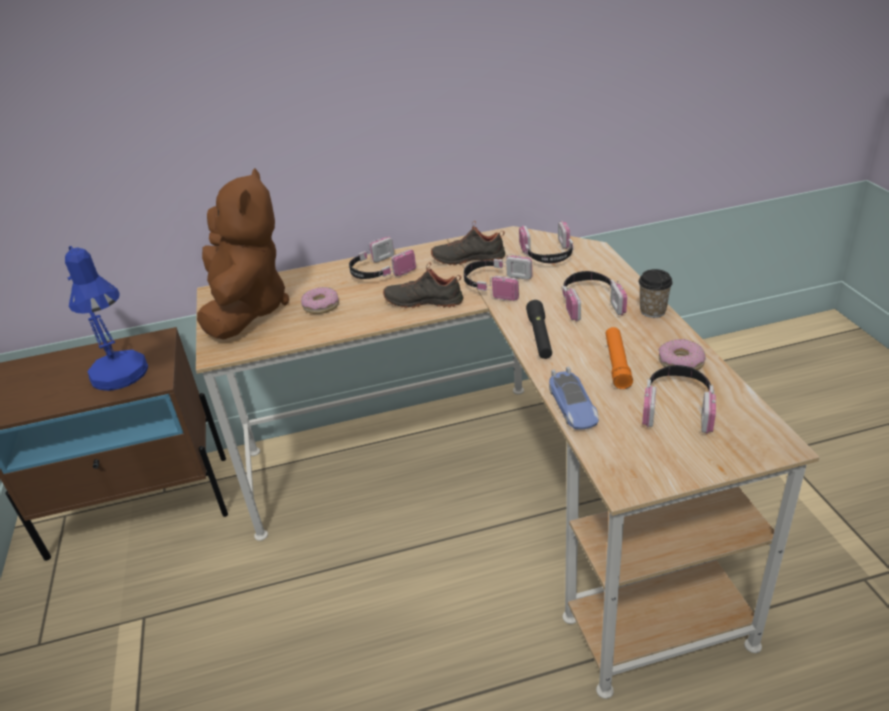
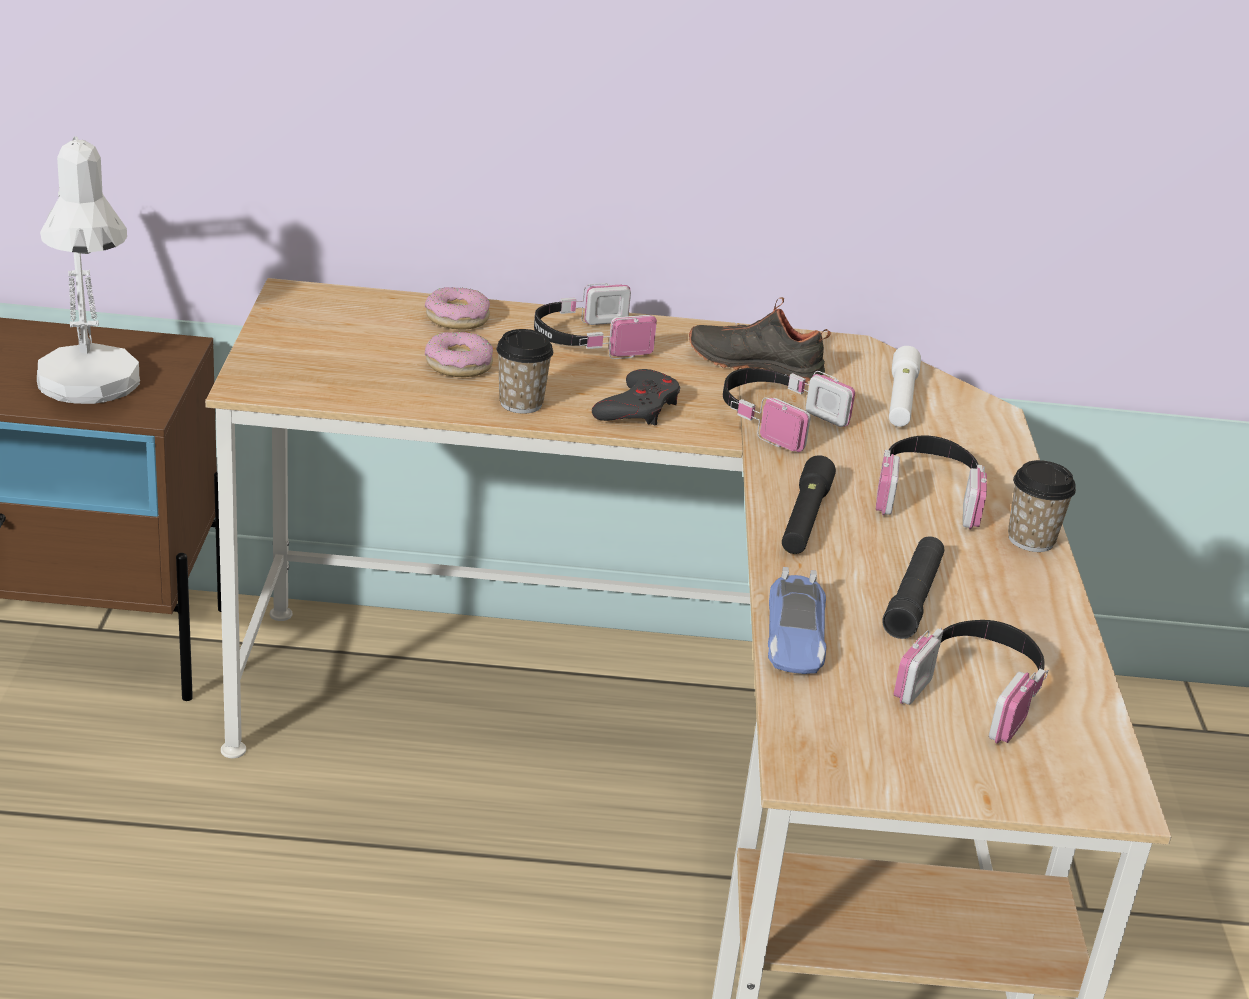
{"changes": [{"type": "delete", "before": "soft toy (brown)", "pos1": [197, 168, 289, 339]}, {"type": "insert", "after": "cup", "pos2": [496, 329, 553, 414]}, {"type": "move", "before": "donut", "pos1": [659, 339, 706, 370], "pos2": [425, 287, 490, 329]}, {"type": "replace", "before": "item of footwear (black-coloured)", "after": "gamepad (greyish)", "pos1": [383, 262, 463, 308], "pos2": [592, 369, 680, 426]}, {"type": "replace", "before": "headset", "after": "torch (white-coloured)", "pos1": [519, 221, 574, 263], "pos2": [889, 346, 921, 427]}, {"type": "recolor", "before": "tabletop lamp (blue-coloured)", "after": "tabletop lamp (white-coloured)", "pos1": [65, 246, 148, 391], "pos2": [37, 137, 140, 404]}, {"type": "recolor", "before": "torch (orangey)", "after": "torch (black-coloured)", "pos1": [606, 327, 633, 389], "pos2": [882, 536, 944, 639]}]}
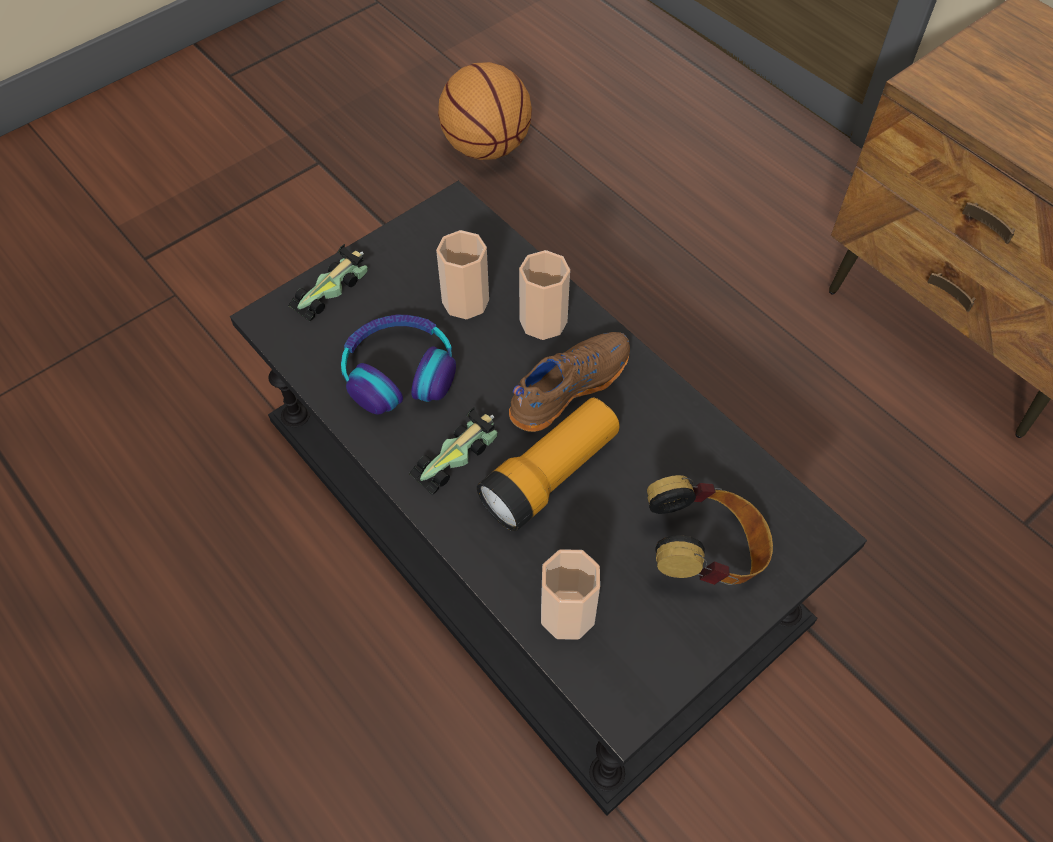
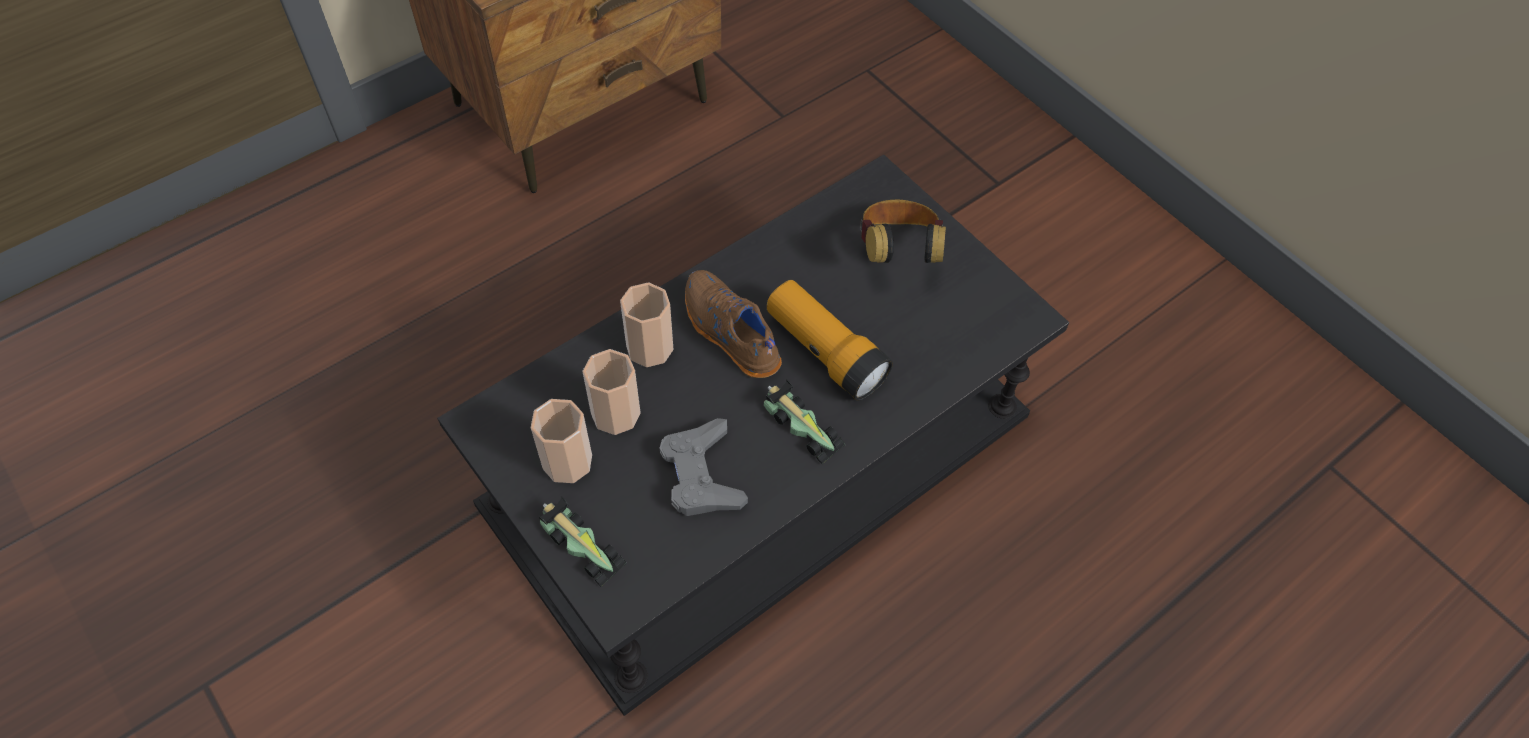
{"changes": [{"type": "delete", "before": "basketball", "pos1": [438, 62, 532, 160]}, {"type": "move", "before": "cup", "pos1": [541, 549, 600, 640], "pos2": [531, 399, 592, 483]}, {"type": "replace", "before": "headset", "after": "gamepad (greyish)", "pos1": [341, 315, 456, 414], "pos2": [660, 418, 748, 516]}]}
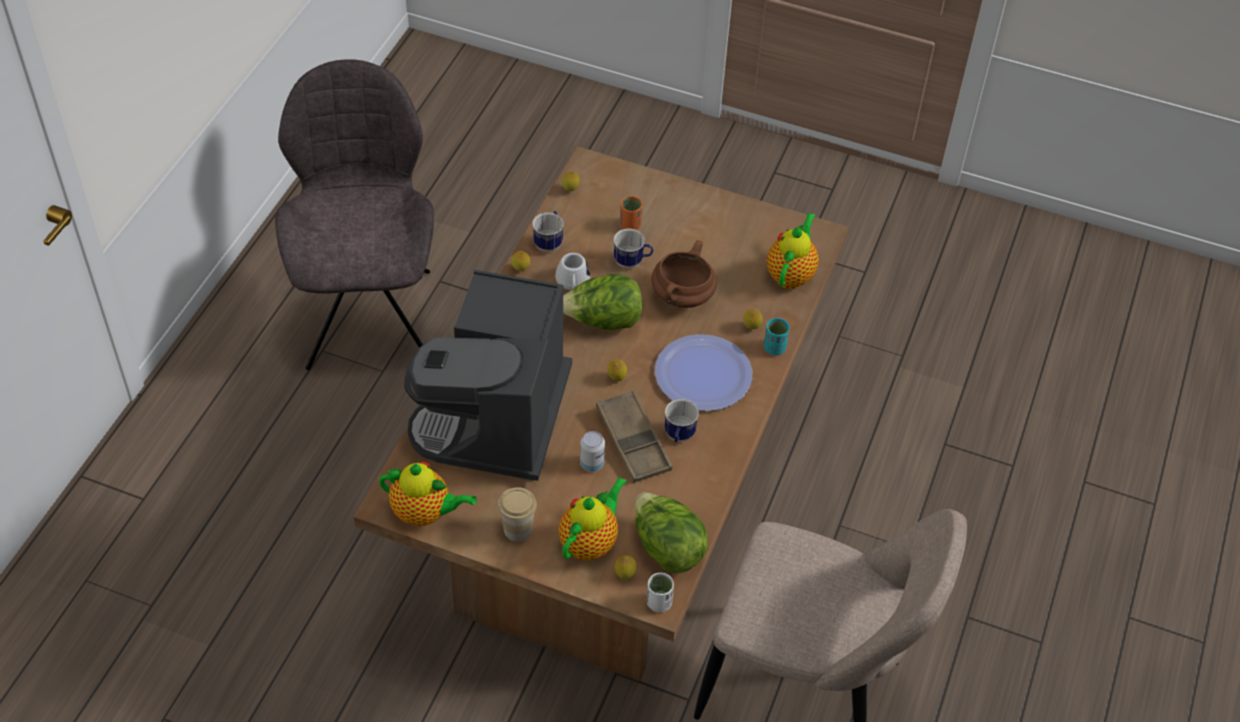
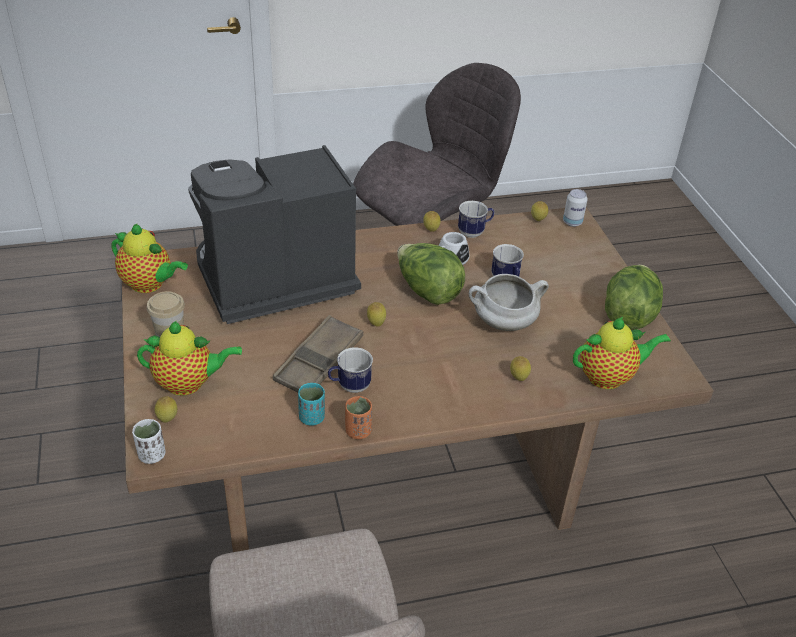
{"changes": [{"type": "delete", "before": "dinner plate", "pos1": [655, 334, 752, 411]}, {"type": "move", "before": "metal can", "pos1": [580, 431, 605, 472], "pos2": [563, 189, 588, 227]}, {"type": "move", "before": "cup (orangey)", "pos1": [620, 196, 642, 230], "pos2": [345, 396, 372, 439]}, {"type": "move", "before": "lettuce head", "pos1": [635, 492, 708, 574], "pos2": [605, 264, 663, 330]}, {"type": "move", "before": "cup (blue-green)", "pos1": [764, 318, 790, 355], "pos2": [298, 383, 325, 425]}, {"type": "recolor", "before": "stockpot (brown)", "after": "stockpot (white-coloured)", "pos1": [652, 240, 717, 308], "pos2": [469, 274, 549, 331]}, {"type": "rotate", "before": "teapot", "pos1": [379, 462, 477, 526], "pos2": [111, 224, 188, 293], "turn": -45}]}
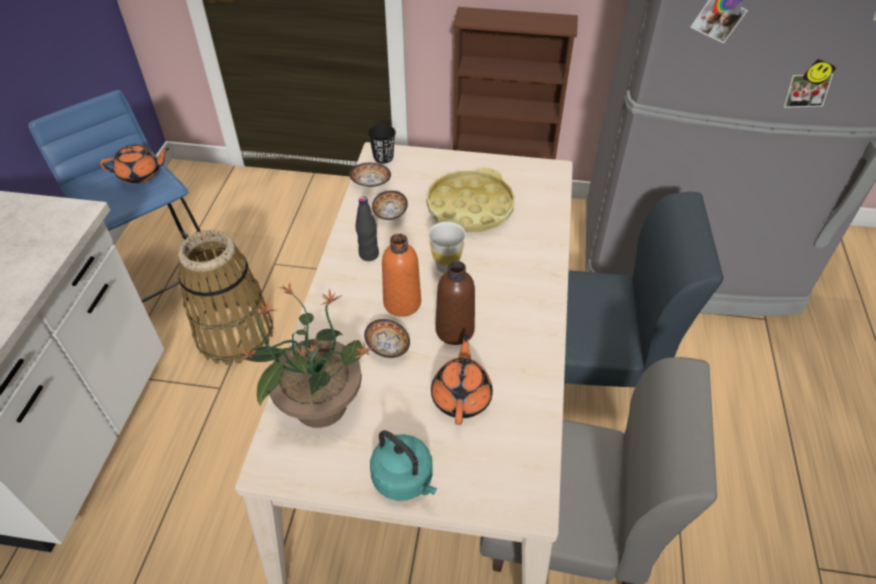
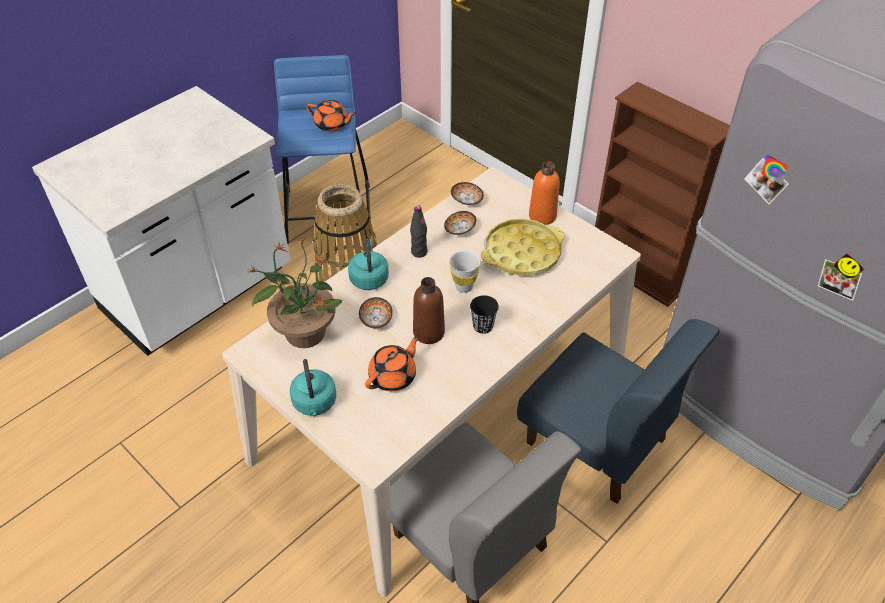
{"changes": [{"type": "insert", "after": "tea kettle (blue-green)", "pos2": [348, 238, 389, 290]}, {"type": "move", "before": "cup (black-coloured)", "pos1": [368, 125, 396, 164], "pos2": [470, 295, 499, 334]}, {"type": "move", "before": "bottle (orangey)", "pos1": [382, 234, 421, 317], "pos2": [529, 161, 560, 225]}]}
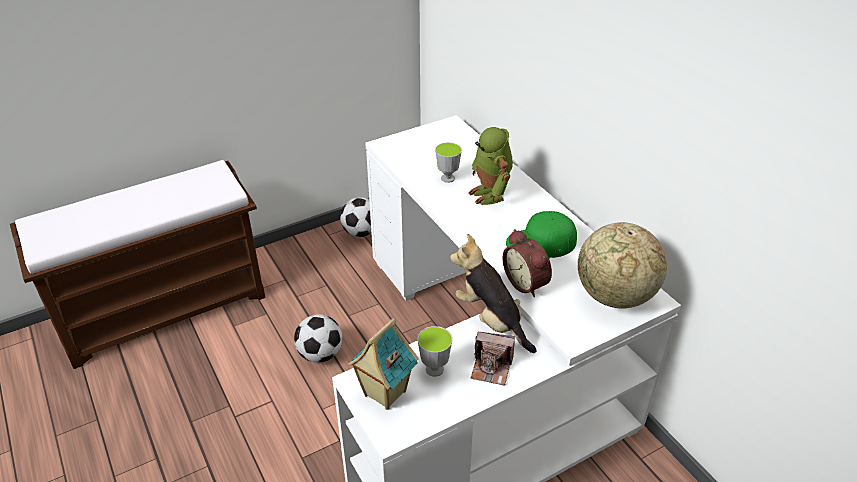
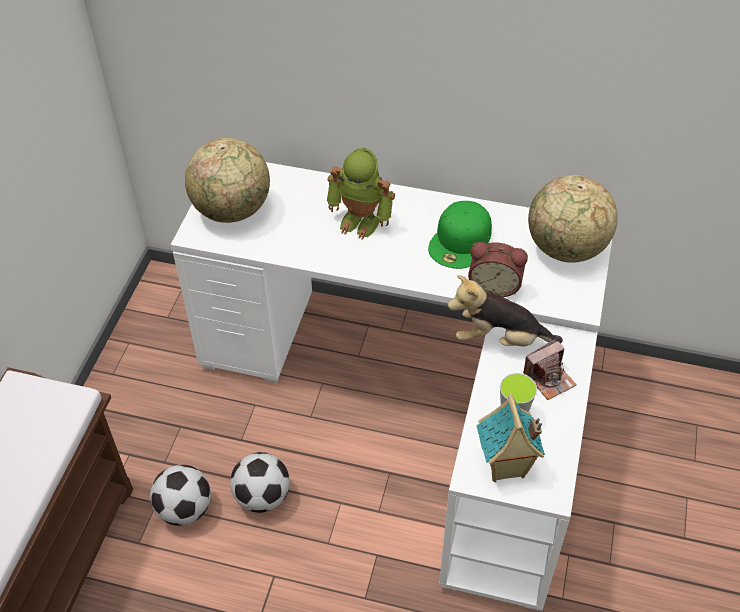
{"changes": [{"type": "delete", "before": "cup", "pos1": [435, 142, 462, 183]}, {"type": "insert", "after": "globe", "pos2": [185, 138, 270, 223]}, {"type": "move", "before": "ball for football", "pos1": [340, 197, 371, 237], "pos2": [150, 465, 211, 526]}]}
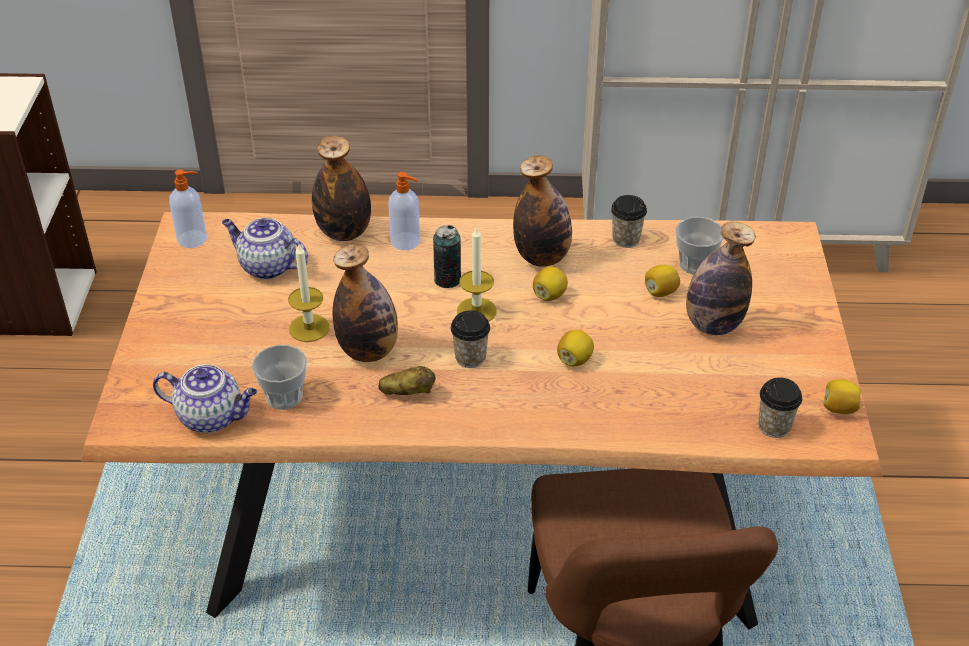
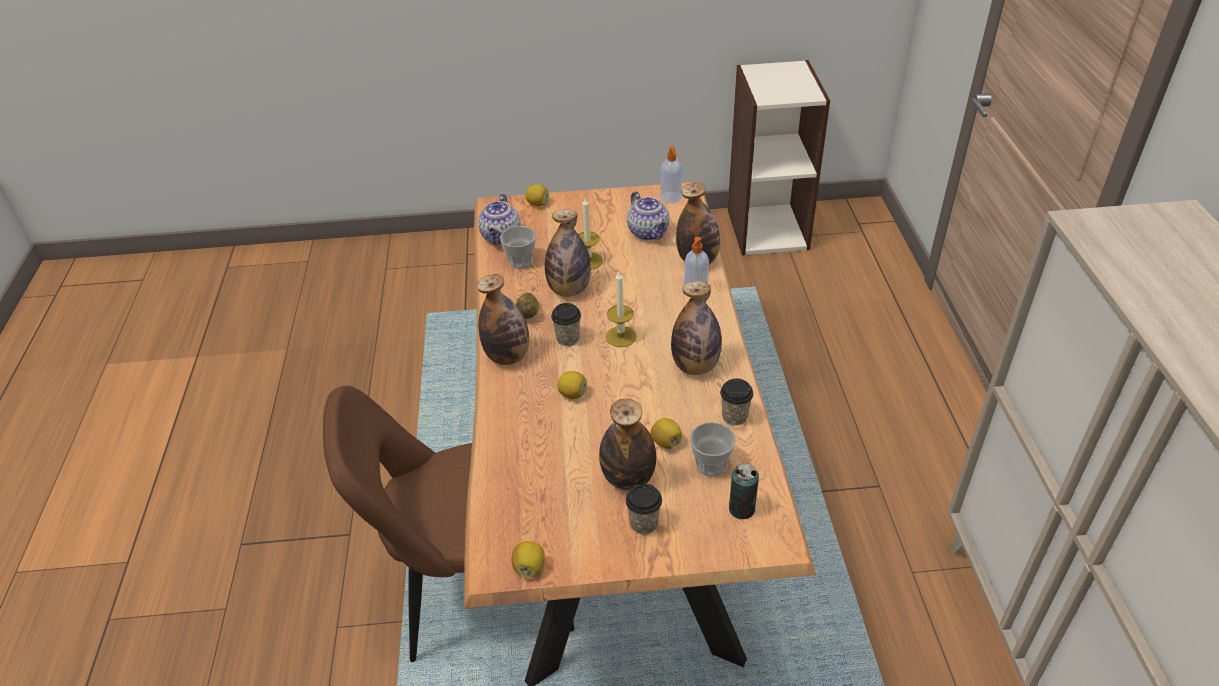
{"changes": [{"type": "insert", "after": "bottle", "pos2": [477, 274, 529, 365]}, {"type": "move", "before": "metal can", "pos1": [433, 225, 461, 288], "pos2": [729, 463, 759, 519]}, {"type": "move", "before": "whole lemon", "pos1": [533, 266, 568, 301], "pos2": [525, 184, 549, 206]}, {"type": "move", "before": "cup", "pos1": [758, 377, 802, 438], "pos2": [626, 483, 662, 534]}, {"type": "rotate", "before": "teapot", "pos1": [222, 218, 308, 280], "pos2": [627, 191, 670, 240], "turn": 135}]}
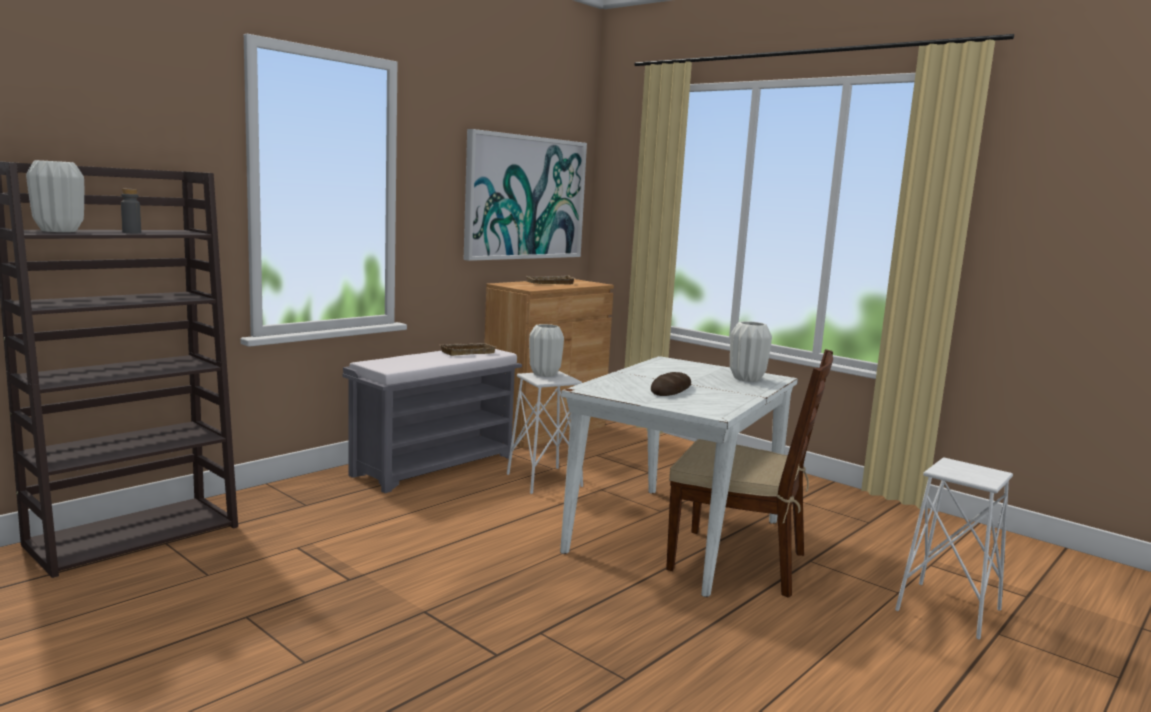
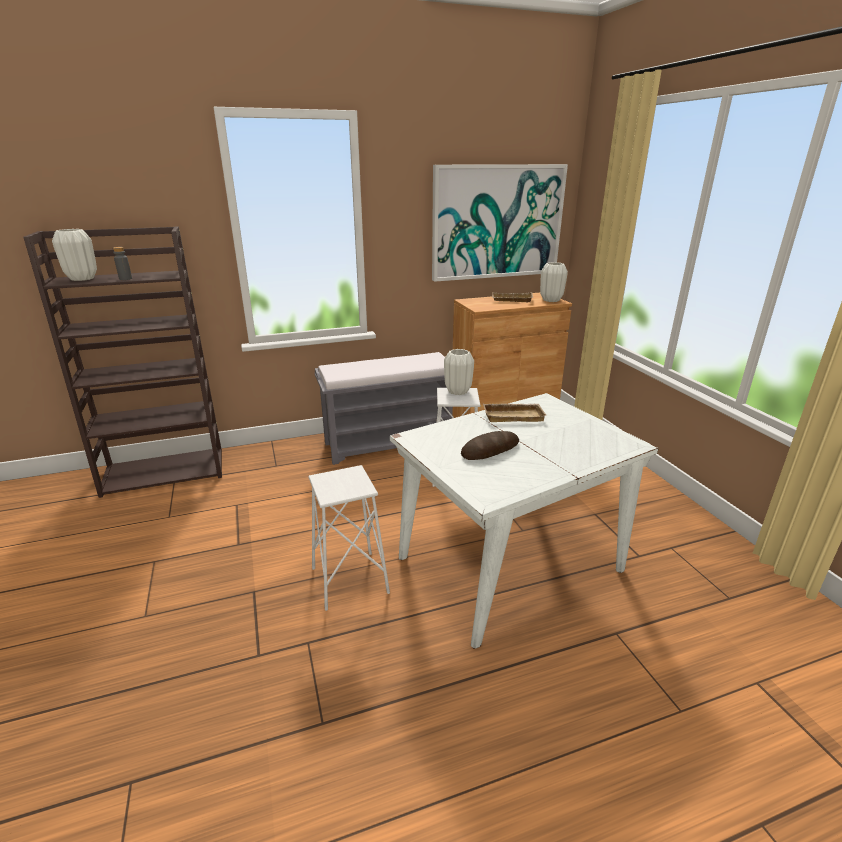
{"changes": [{"type": "delete", "before": "plain chair (brown)", "pos1": [666, 349, 833, 598]}, {"type": "move", "before": "carrying tray (sand-coloured)", "pos1": [438, 343, 496, 356], "pos2": [483, 403, 547, 422]}, {"type": "move", "before": "decorative vase (white-coloured)", "pos1": [730, 321, 772, 382], "pos2": [540, 262, 568, 302]}, {"type": "move", "before": "stool seat (white-coloured)", "pos1": [895, 457, 1013, 639], "pos2": [308, 465, 390, 611]}]}
